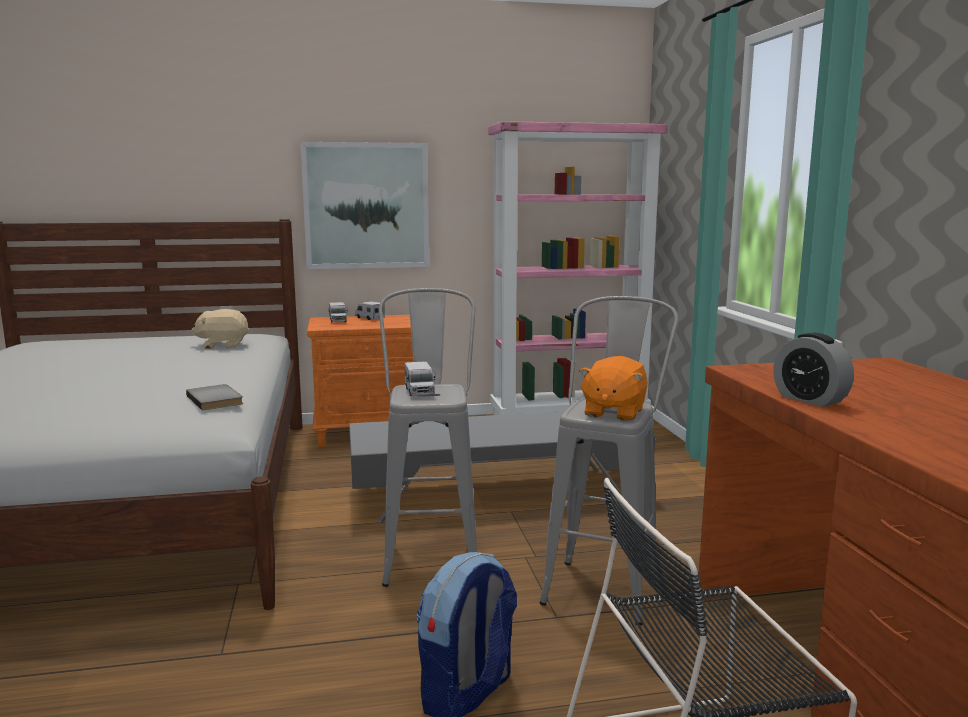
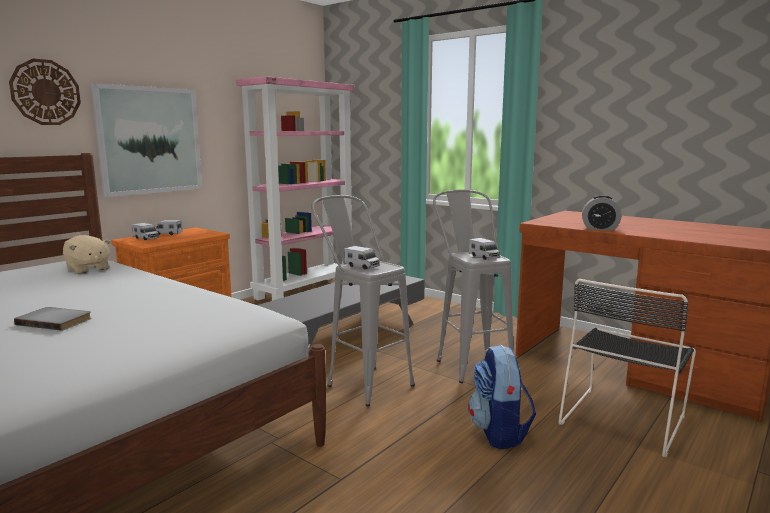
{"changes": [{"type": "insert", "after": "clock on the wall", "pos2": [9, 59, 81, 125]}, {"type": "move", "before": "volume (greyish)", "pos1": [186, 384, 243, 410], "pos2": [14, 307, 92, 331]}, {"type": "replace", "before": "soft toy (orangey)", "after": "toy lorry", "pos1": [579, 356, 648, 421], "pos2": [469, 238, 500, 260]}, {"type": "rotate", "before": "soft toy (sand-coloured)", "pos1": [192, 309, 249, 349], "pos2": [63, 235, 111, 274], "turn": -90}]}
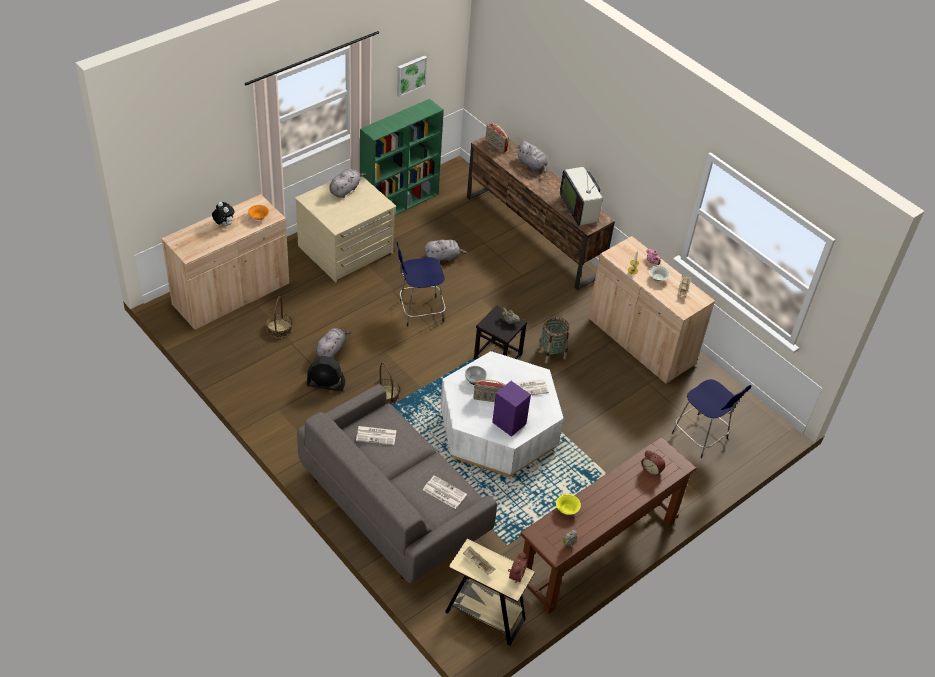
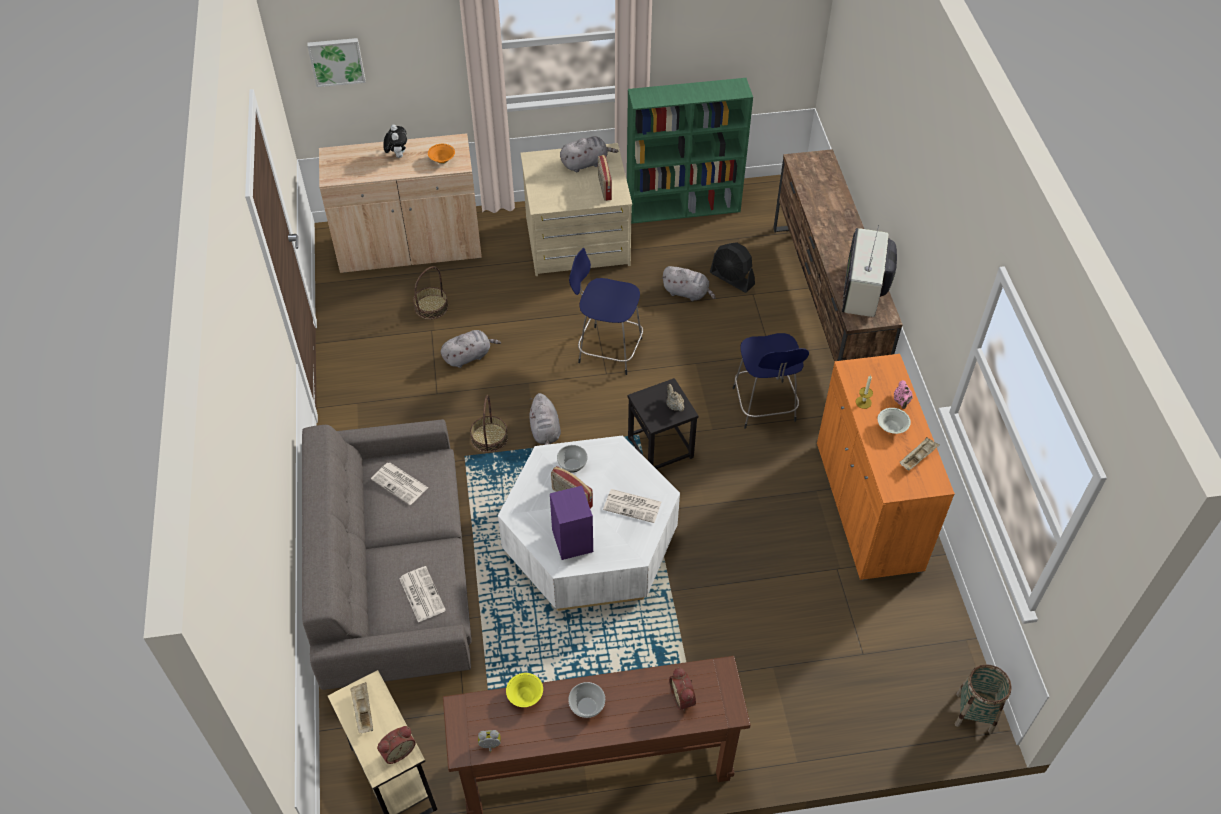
{"changes": [{"type": "insert", "after": "deep dish", "pos2": [568, 682, 605, 718]}, {"type": "move", "before": "electric fan (black-coloured)", "pos1": [307, 356, 345, 391], "pos2": [710, 242, 755, 293]}, {"type": "move", "before": "picture", "pos1": [397, 56, 427, 97], "pos2": [307, 38, 366, 87]}, {"type": "move", "before": "radio receiver", "pos1": [485, 123, 509, 153], "pos2": [598, 155, 612, 201]}, {"type": "move", "before": "soft toy (greyish)", "pos1": [516, 141, 548, 173], "pos2": [529, 393, 561, 445]}, {"type": "move", "before": "basket", "pos1": [538, 316, 569, 363], "pos2": [955, 664, 1012, 734]}, {"type": "move", "before": "stool seat (blue-coloured)", "pos1": [672, 379, 751, 458], "pos2": [733, 333, 809, 429]}, {"type": "recolor", "before": "cabinet (sand-coloured)", "after": "cabinet (orangey)", "pos1": [588, 236, 715, 384], "pos2": [817, 354, 955, 580]}]}
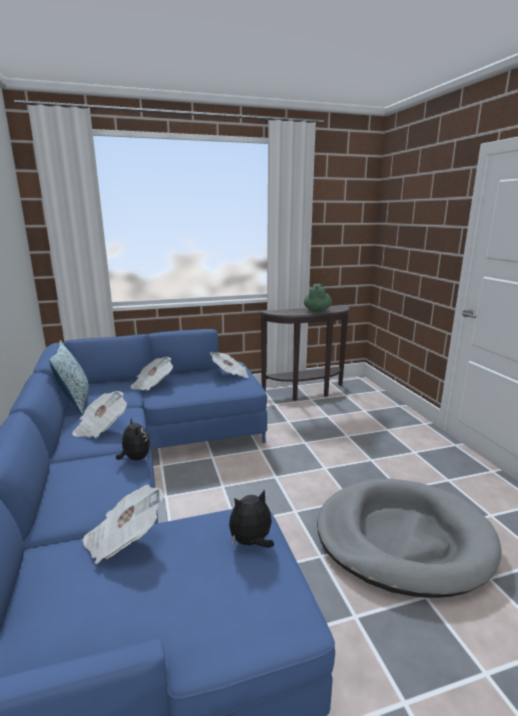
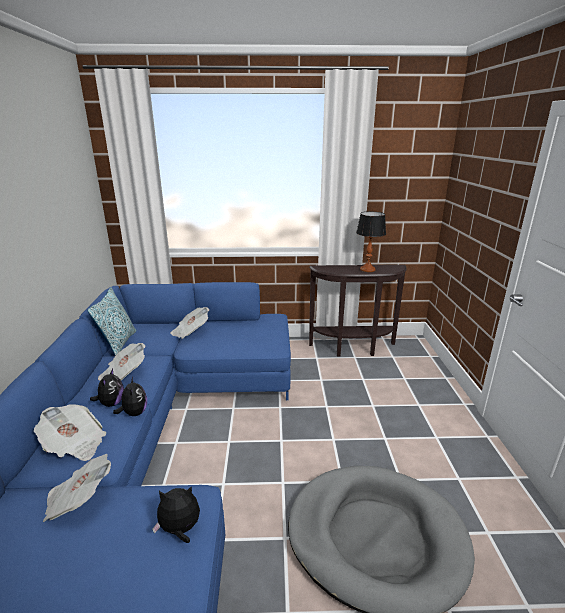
{"changes": [{"type": "insert", "after": "soft toy", "pos2": [90, 369, 124, 407]}, {"type": "move", "before": "newspaper", "pos1": [210, 352, 249, 378], "pos2": [34, 404, 106, 461]}, {"type": "replace", "before": "teapot (green)", "after": "tabletop lamp", "pos1": [304, 284, 332, 312], "pos2": [356, 211, 386, 272]}]}
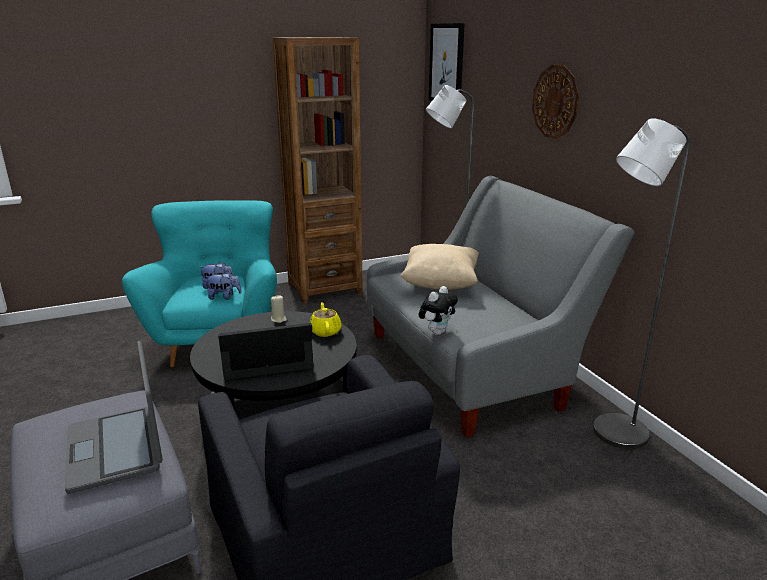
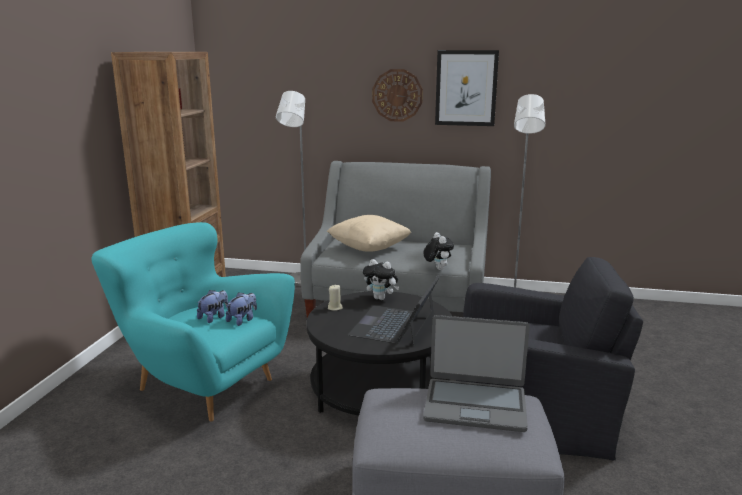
{"changes": [{"type": "move", "before": "picture", "pos1": [429, 23, 465, 101], "pos2": [435, 50, 499, 126]}, {"type": "replace", "before": "teapot (yellow-coloured)", "after": "soft toy", "pos1": [310, 302, 342, 337], "pos2": [363, 259, 399, 300]}]}
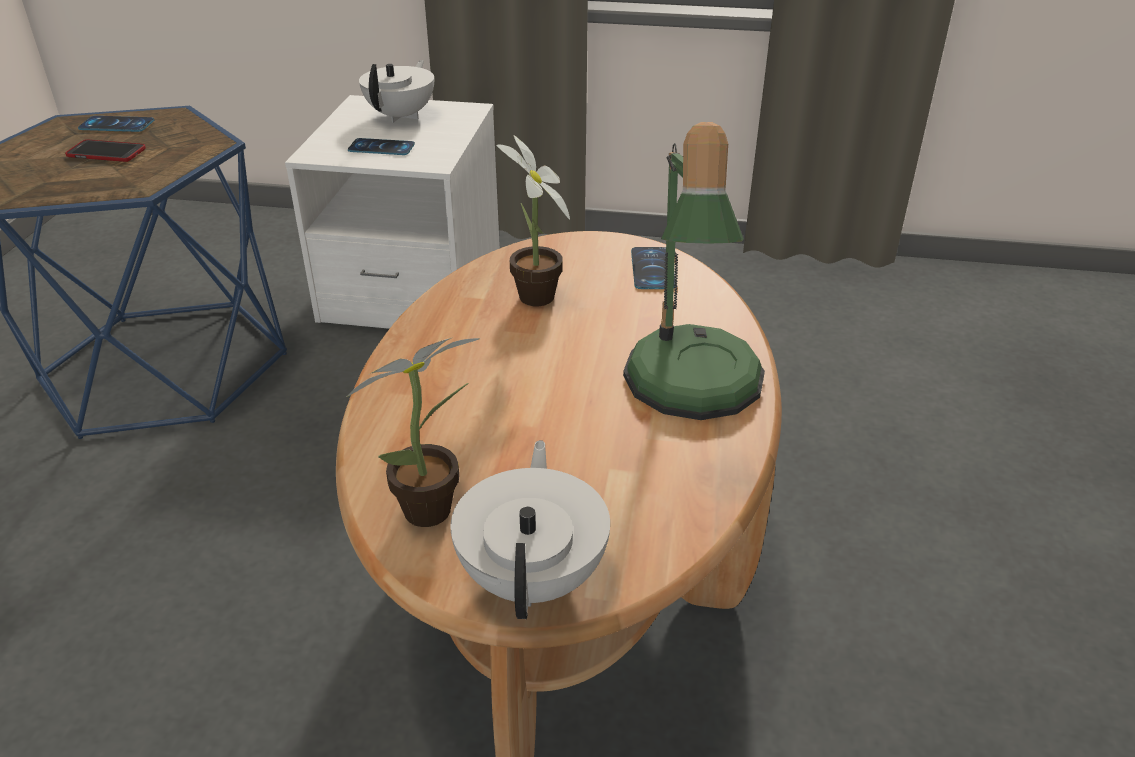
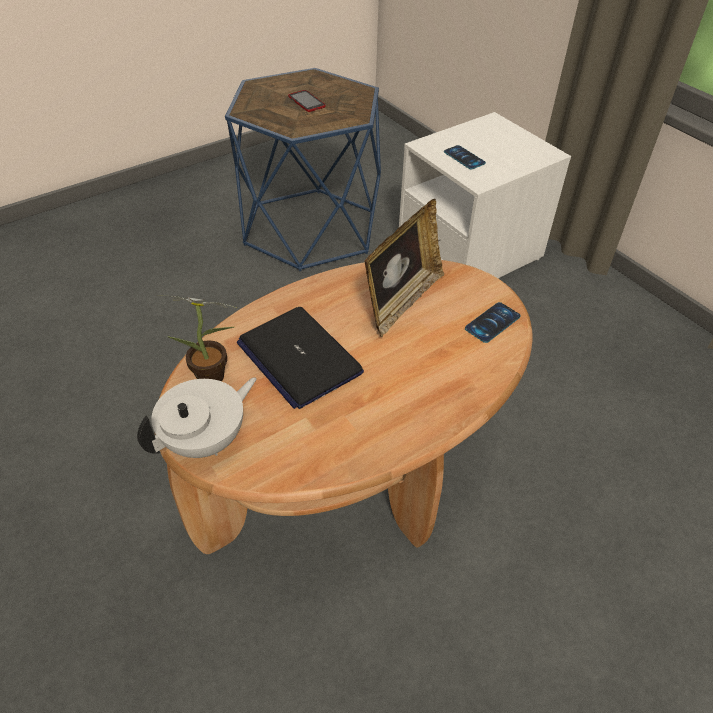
{"changes": [{"type": "delete", "before": "telephone", "pos1": [78, 116, 154, 132]}, {"type": "delete", "before": "teapot (white-coloured)", "pos1": [359, 60, 434, 123]}, {"type": "delete", "before": "tabletop lamp", "pos1": [623, 122, 765, 420]}, {"type": "insert", "after": "portable computer", "pos2": [237, 307, 364, 409]}, {"type": "replace", "before": "potted plant", "after": "picture frame", "pos1": [496, 135, 570, 306], "pos2": [364, 199, 444, 337]}]}
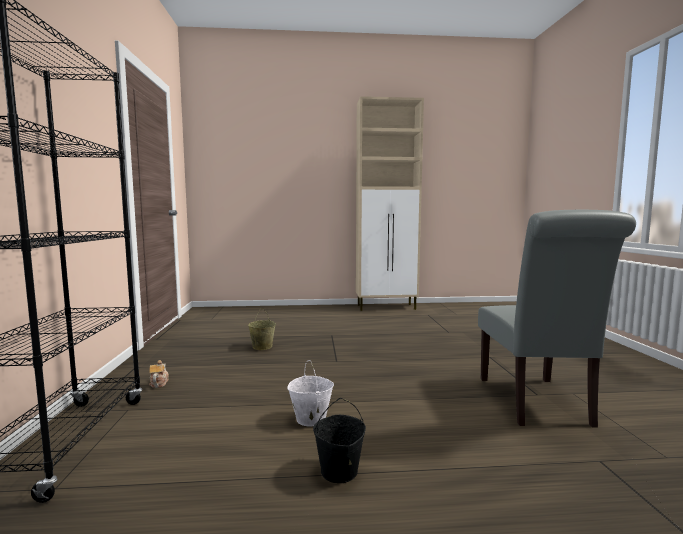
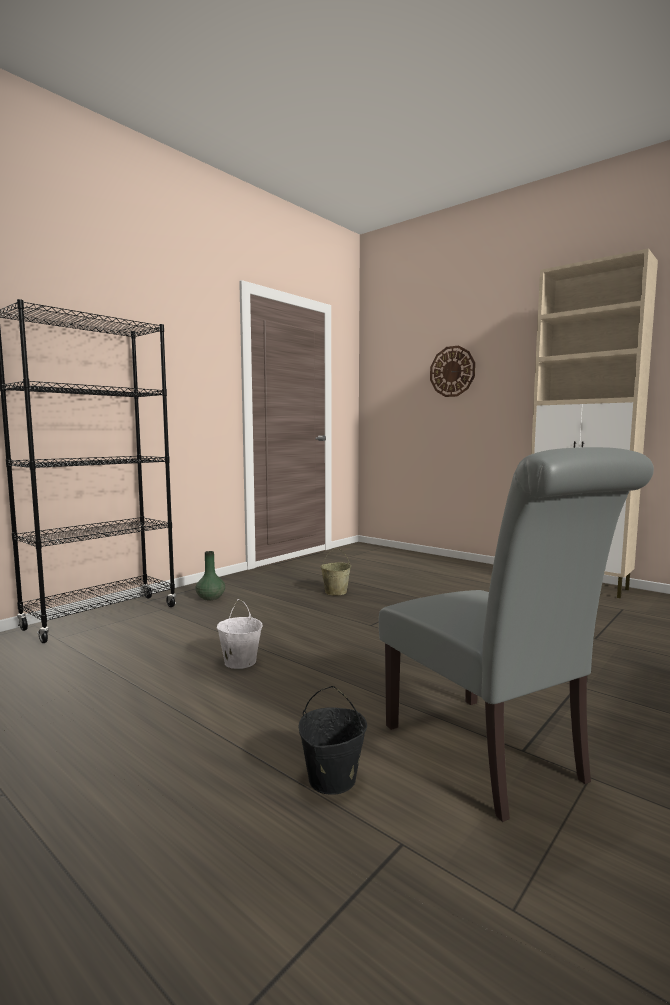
{"changes": [{"type": "insert", "after": "clock on the wall", "pos2": [430, 345, 475, 397]}, {"type": "move", "before": "pail (black-coloured)", "pos1": [313, 398, 366, 483], "pos2": [298, 686, 367, 795]}, {"type": "replace", "before": "teapot", "after": "decorative vase (green)", "pos1": [149, 360, 169, 388], "pos2": [196, 551, 225, 600]}, {"type": "rotate", "before": "plain chair (greyish)", "pos1": [478, 210, 636, 428], "pos2": [379, 447, 654, 822], "turn": -75}]}
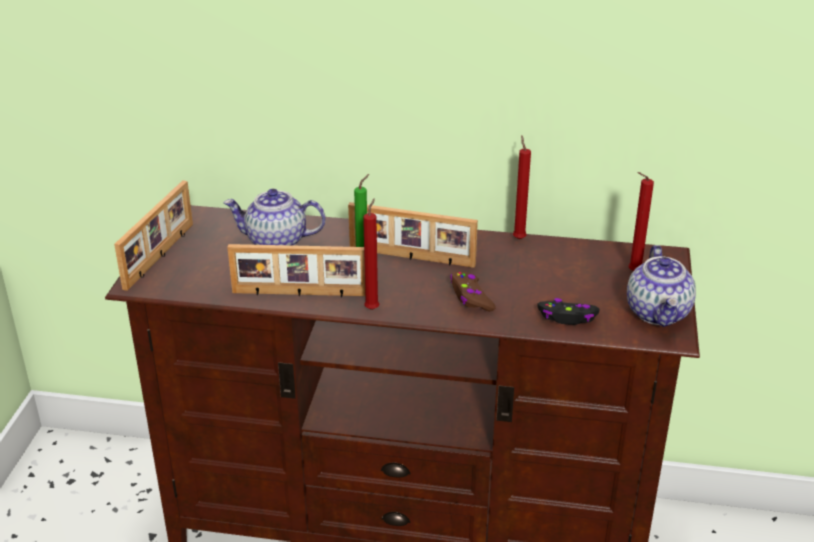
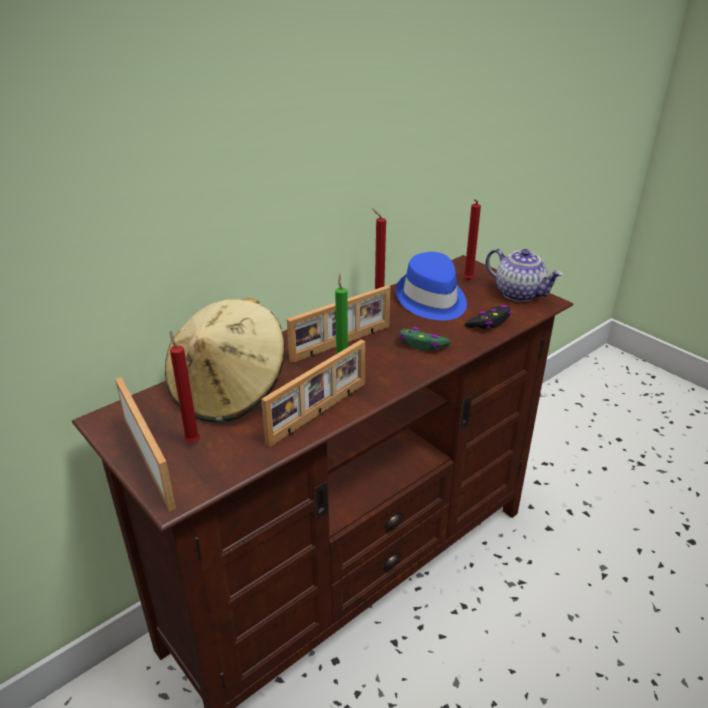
{"changes": [{"type": "insert", "after": "clothing hat (blue-coloured)", "pos2": [396, 252, 467, 320]}, {"type": "move", "before": "candle (red-coloured)", "pos1": [363, 199, 379, 310], "pos2": [170, 331, 200, 443]}, {"type": "replace", "before": "teapot", "after": "clothing hat (sand-coloured)", "pos1": [223, 189, 325, 246], "pos2": [165, 298, 285, 423]}, {"type": "recolor", "before": "gamepad (brown)", "after": "gamepad (green)", "pos1": [450, 272, 496, 312], "pos2": [399, 327, 451, 351]}]}
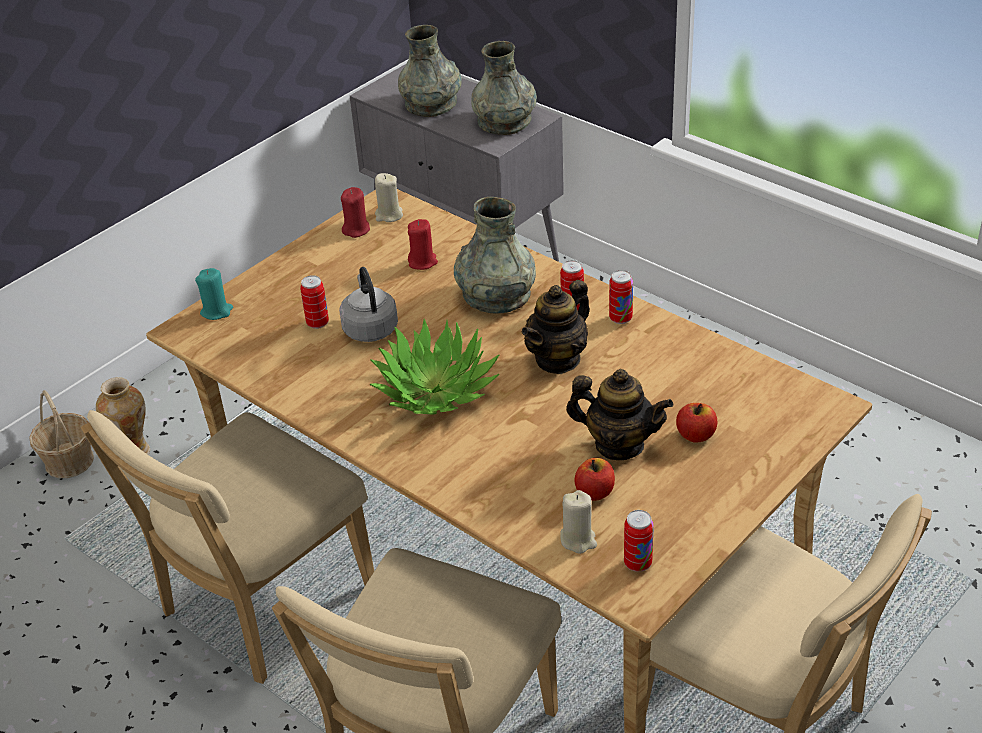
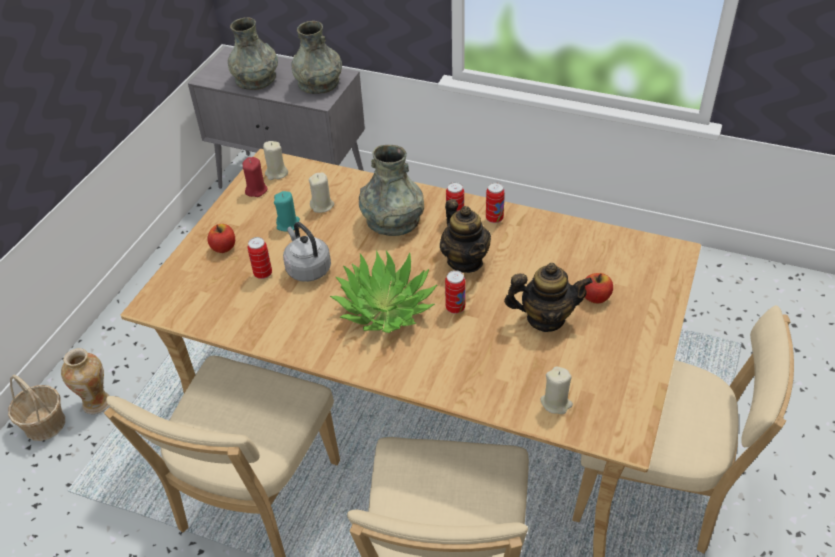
{"changes": [{"type": "move", "before": "candle (blue-green)", "pos1": [195, 268, 233, 320], "pos2": [274, 191, 300, 232]}, {"type": "move", "before": "whole apple", "pos1": [574, 458, 615, 501], "pos2": [208, 224, 235, 253]}, {"type": "move", "before": "metal can", "pos1": [624, 510, 654, 572], "pos2": [445, 270, 465, 314]}, {"type": "recolor", "before": "candle (red-coloured)", "after": "candle (sand-coloured)", "pos1": [408, 219, 438, 270], "pos2": [309, 172, 334, 213]}, {"type": "rotate", "before": "teapot", "pos1": [522, 280, 590, 374], "pos2": [440, 199, 491, 273], "turn": -45}]}
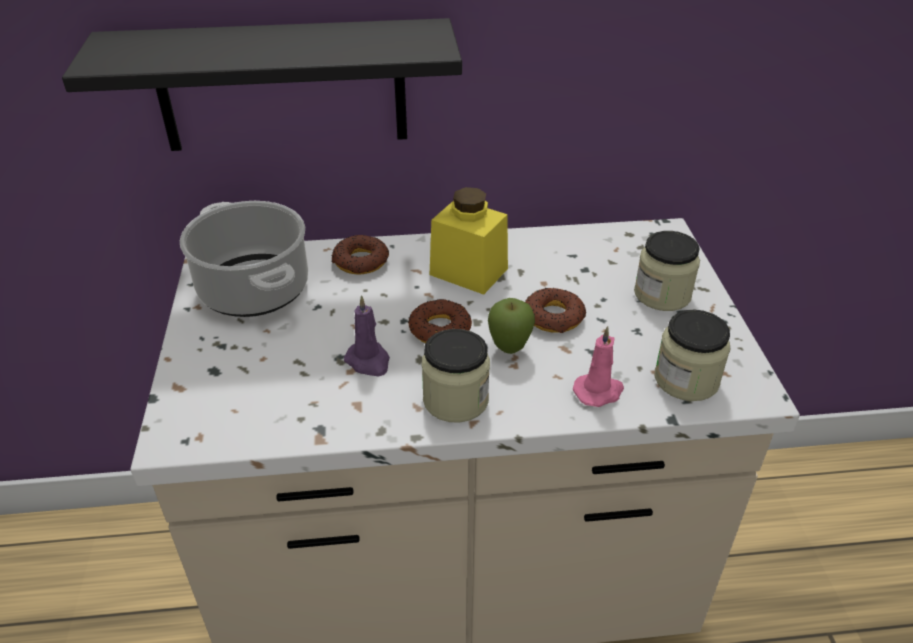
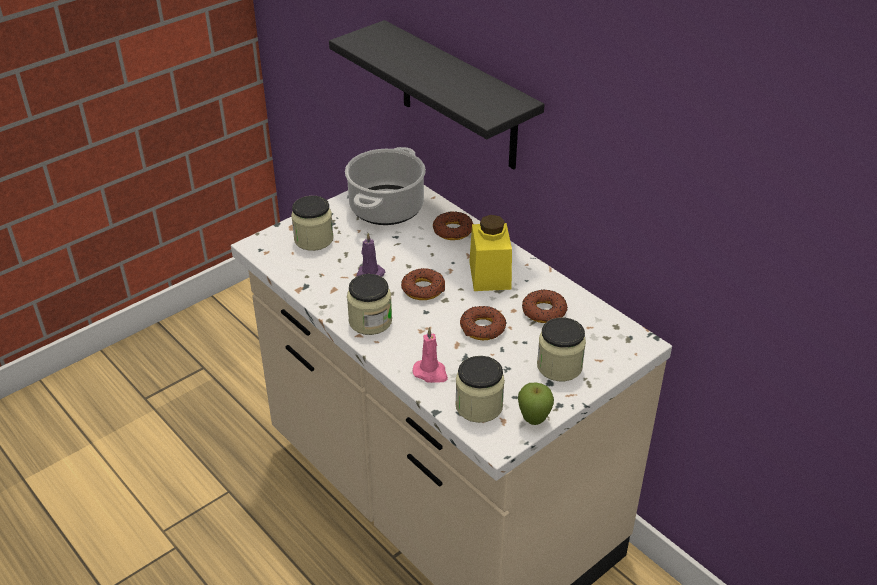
{"changes": [{"type": "insert", "after": "storage jar", "pos2": [291, 196, 334, 251]}, {"type": "insert", "after": "donut", "pos2": [522, 290, 568, 323]}, {"type": "move", "before": "whole apple", "pos1": [488, 298, 535, 354], "pos2": [518, 383, 554, 425]}]}
